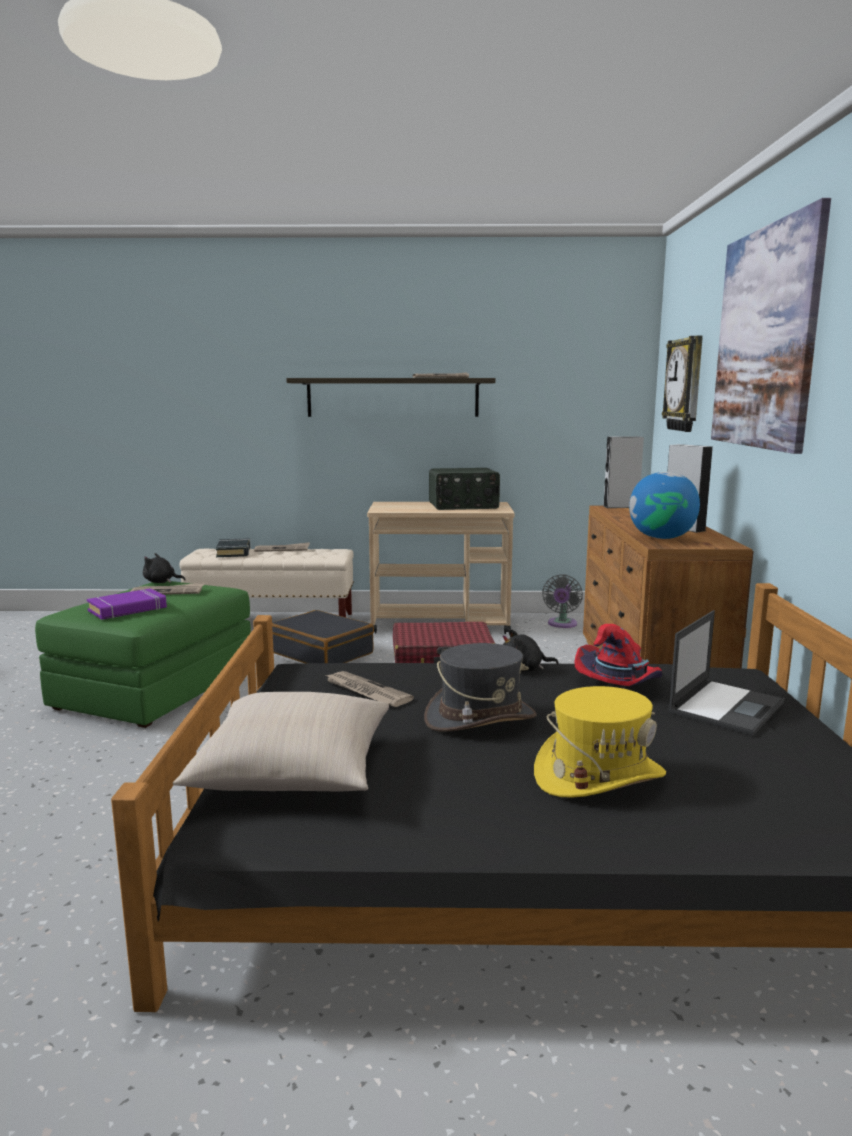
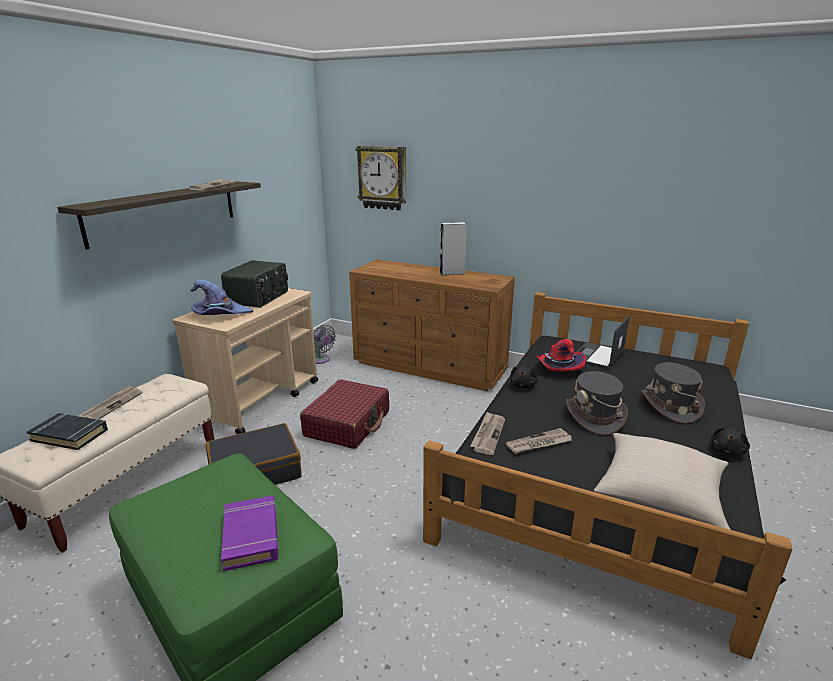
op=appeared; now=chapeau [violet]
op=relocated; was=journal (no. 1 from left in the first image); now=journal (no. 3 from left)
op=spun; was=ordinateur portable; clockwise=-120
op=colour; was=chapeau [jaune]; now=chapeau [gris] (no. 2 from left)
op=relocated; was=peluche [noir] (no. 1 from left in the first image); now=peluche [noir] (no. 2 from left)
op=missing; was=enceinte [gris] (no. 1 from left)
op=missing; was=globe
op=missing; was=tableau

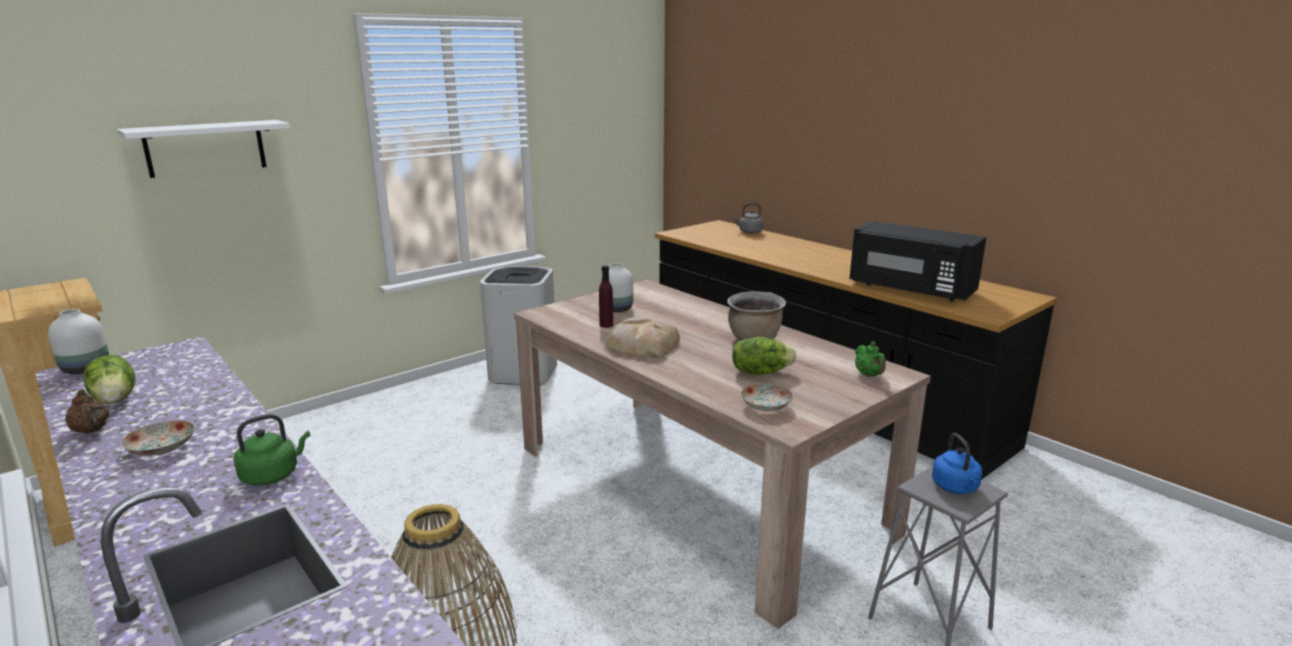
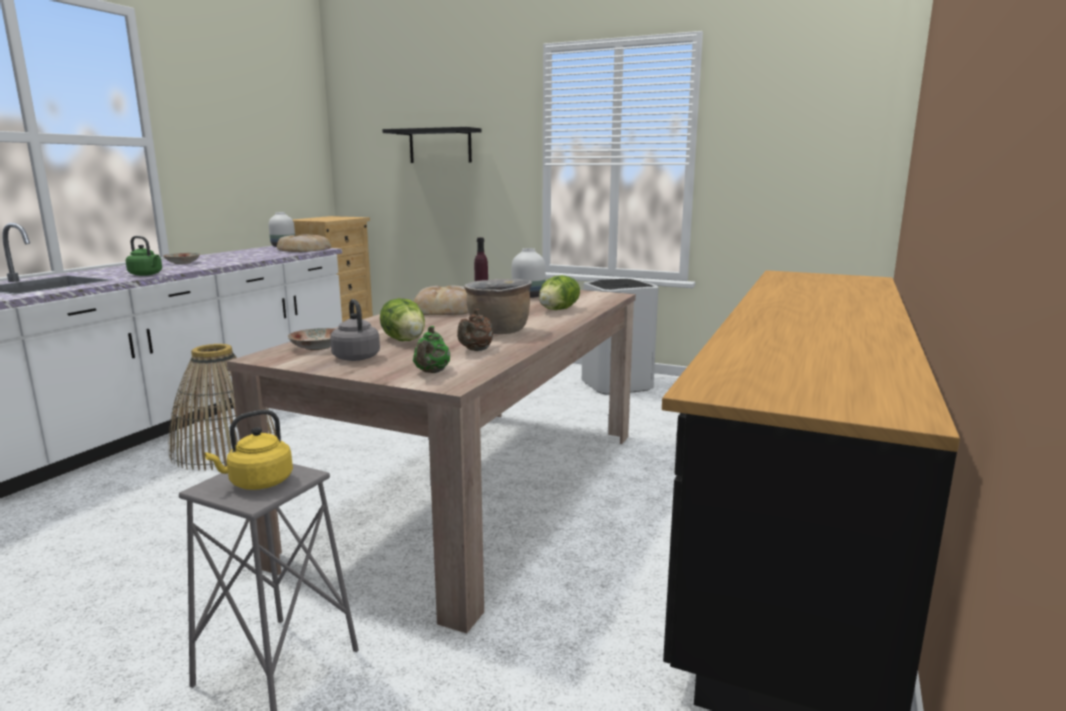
op=colour; was=bouilloire [bleu]; now=bouilloire [jaune]
op=appeared; now=pain (no. 1 from left)
op=relocated; was=bouilloire [gris]
op=colour; was=étagère [blanc]; now=étagère [noir]
op=spun; was=théière [vert]; clockwise=-45
op=relocated; was=théière [marron]
op=relocated; was=laitue (no. 1 from left in the first image); now=laitue (no. 2 from left)
op=missing; was=micro-ondes [noir]

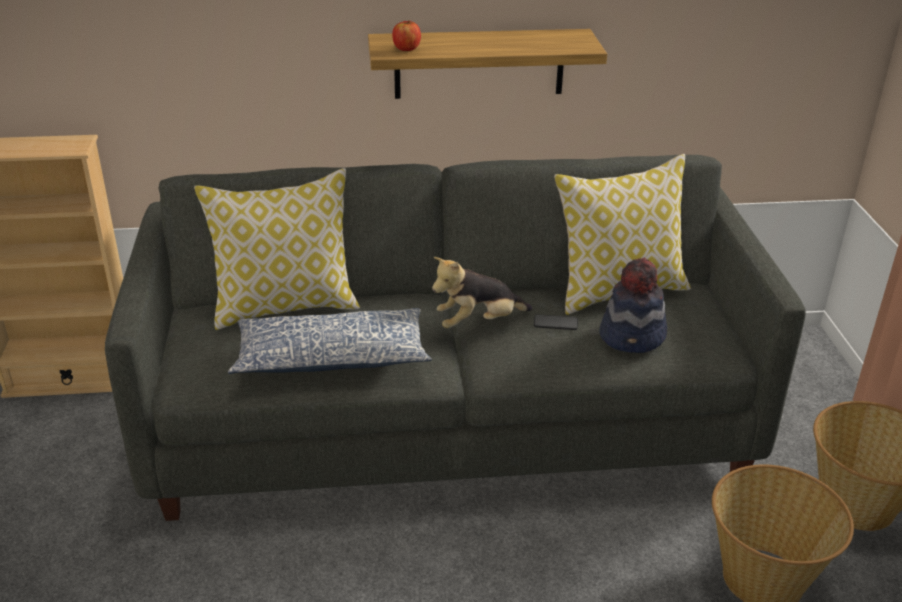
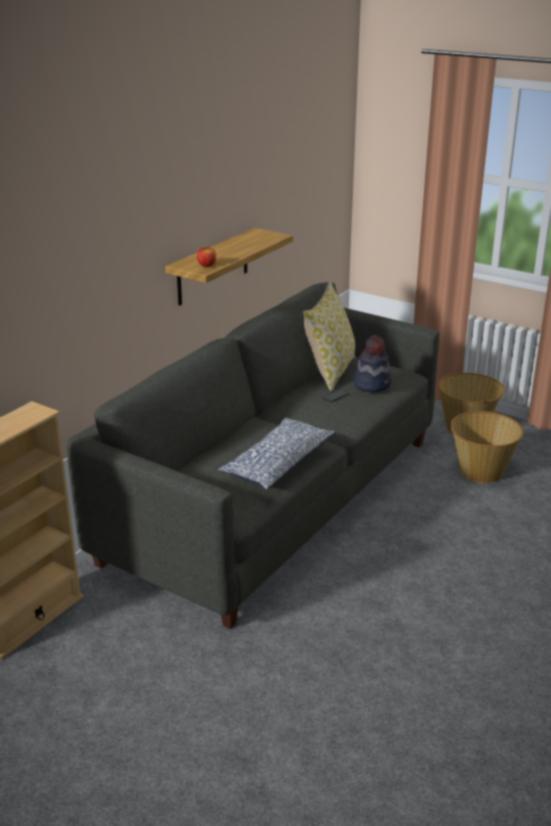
op=missing; was=coussin (no. 1 from left)
op=missing; was=peluche

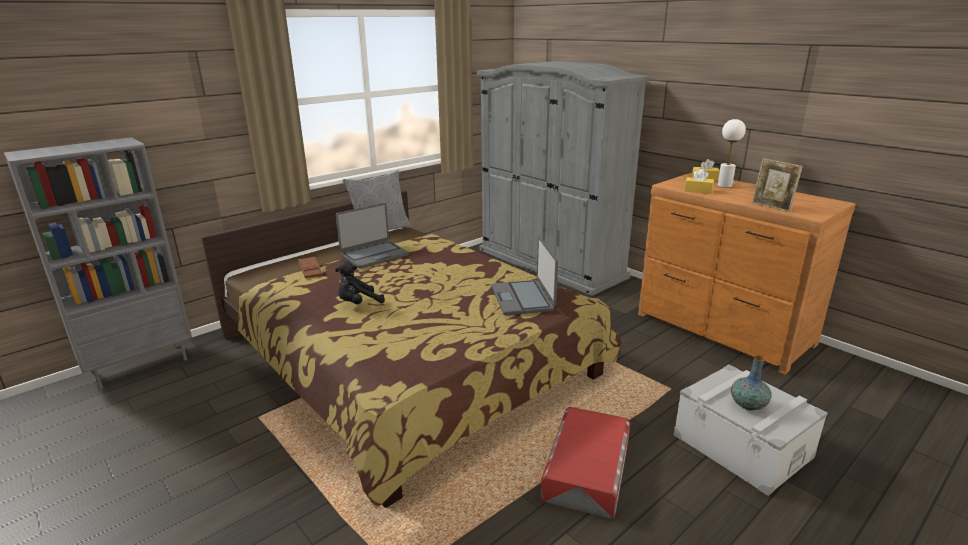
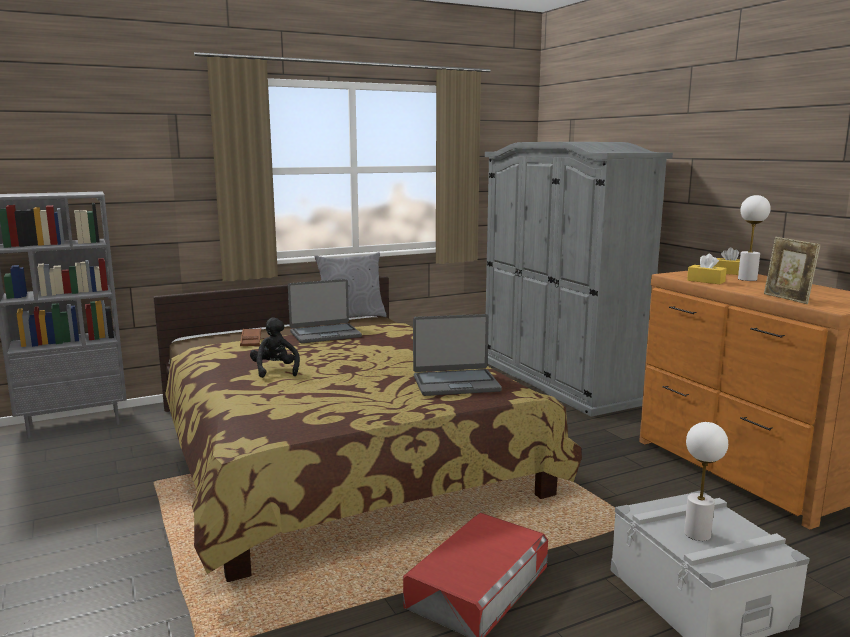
op=spun; was=peluche [noir]; clockwise=90
op=spun; was=ordinateur portable (no. 2 from left); clockwise=-105
op=exchanged; was=vase; now=lampe de table [blanc] (no. 1 from left)

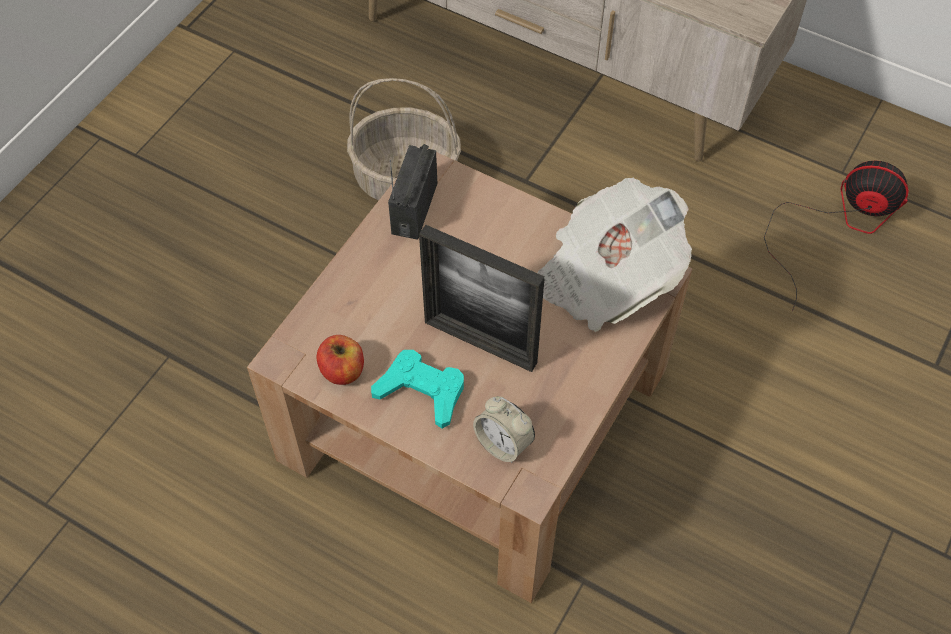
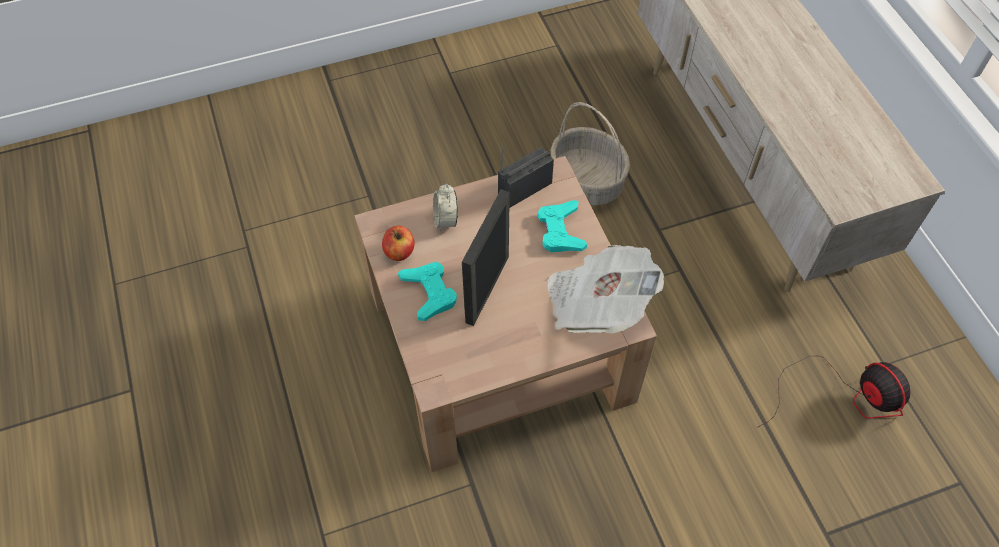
op=relocated; was=réveil
op=spun; was=cadre photo; clockwise=45
op=appeared; now=manette [turquoise] (no. 2 from left)

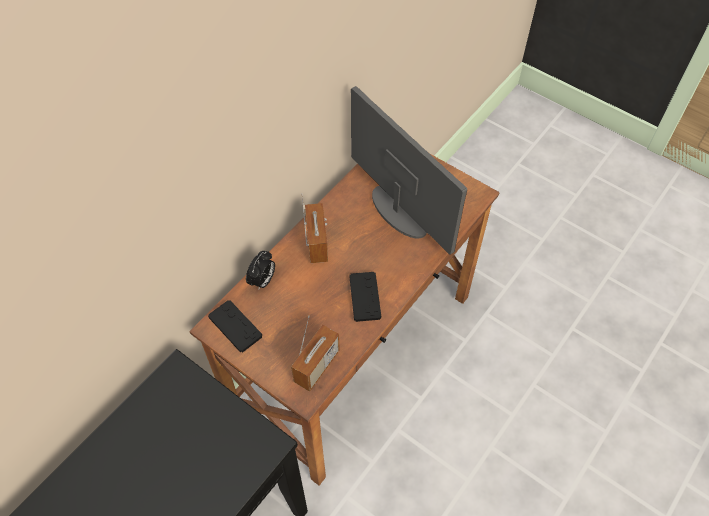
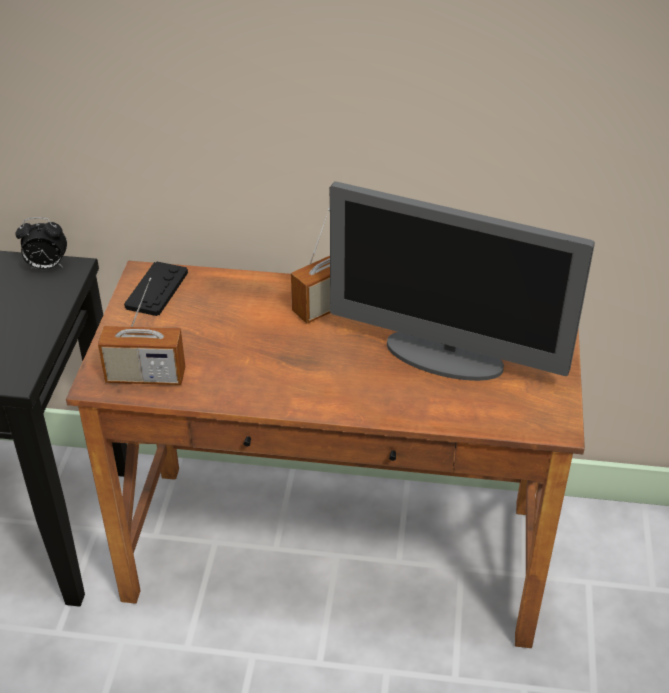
op=relocated; was=réveil
op=spun; was=écran d'ordinateur; clockwise=90
op=missing; was=manette [noir] (no. 2 from left)

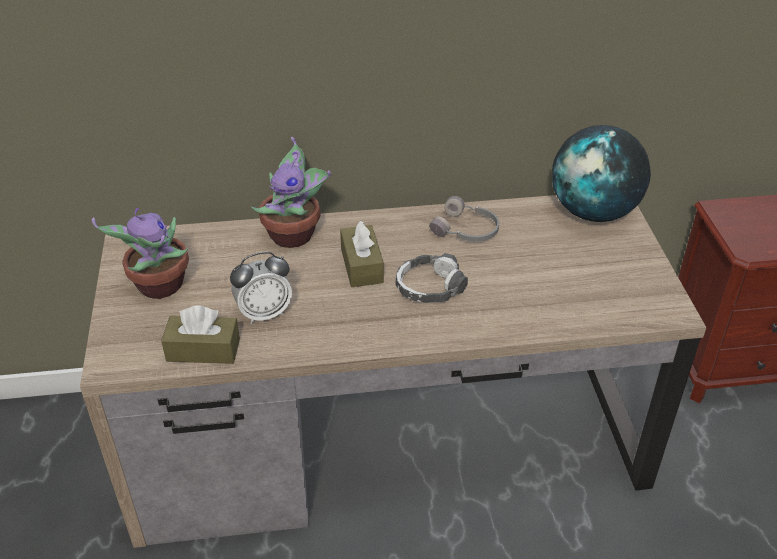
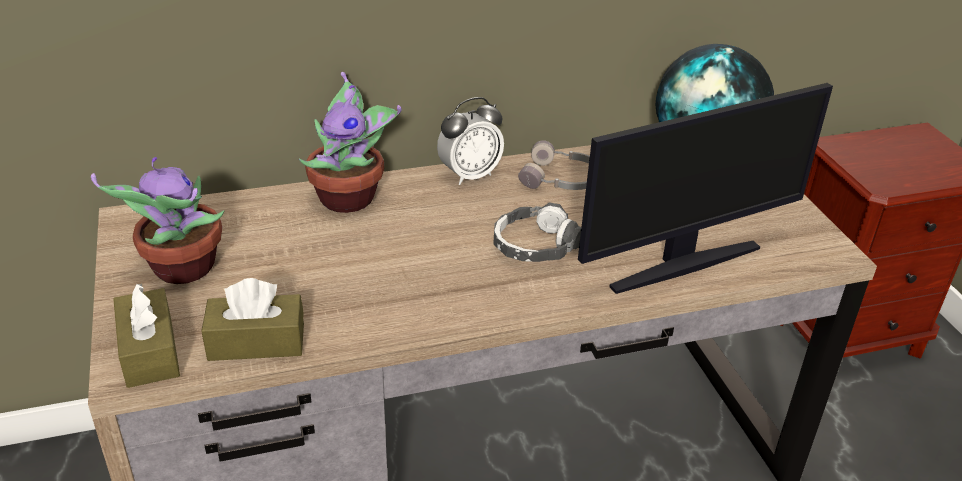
op=relocated; was=boîte à mouchoirs [marron] (no. 2 from left in the first image); now=boîte à mouchoirs [marron] (no. 1 from left)
op=relocated; was=réveil
op=appeared; now=écran d'ordinateur

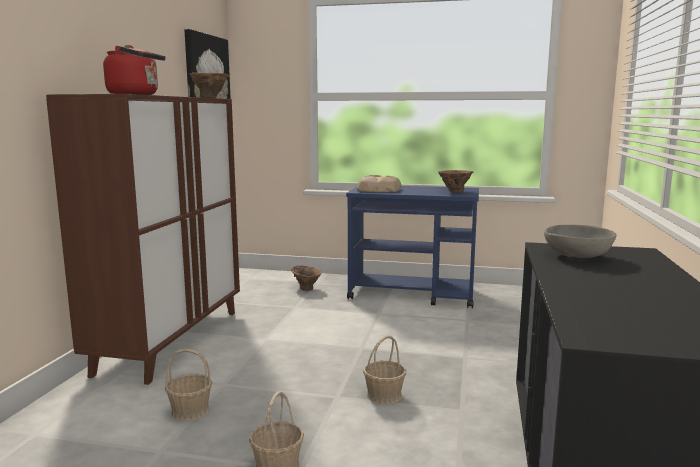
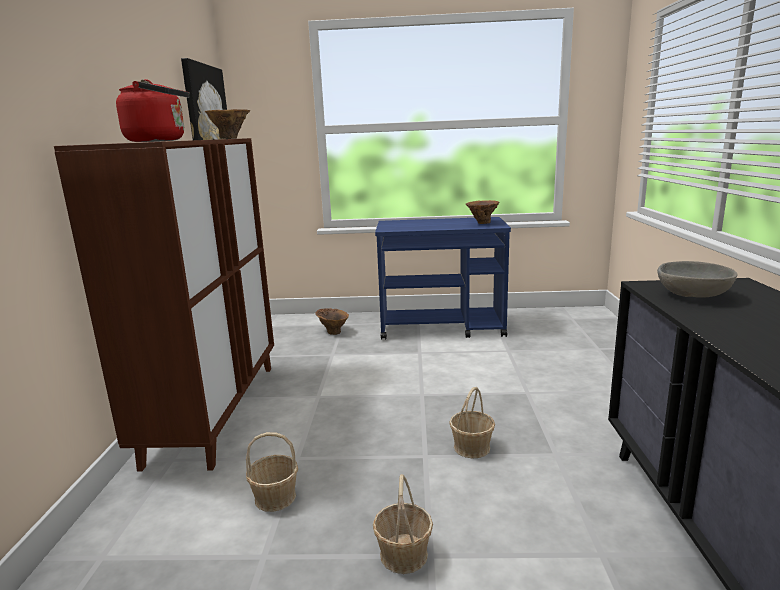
op=missing; was=pain

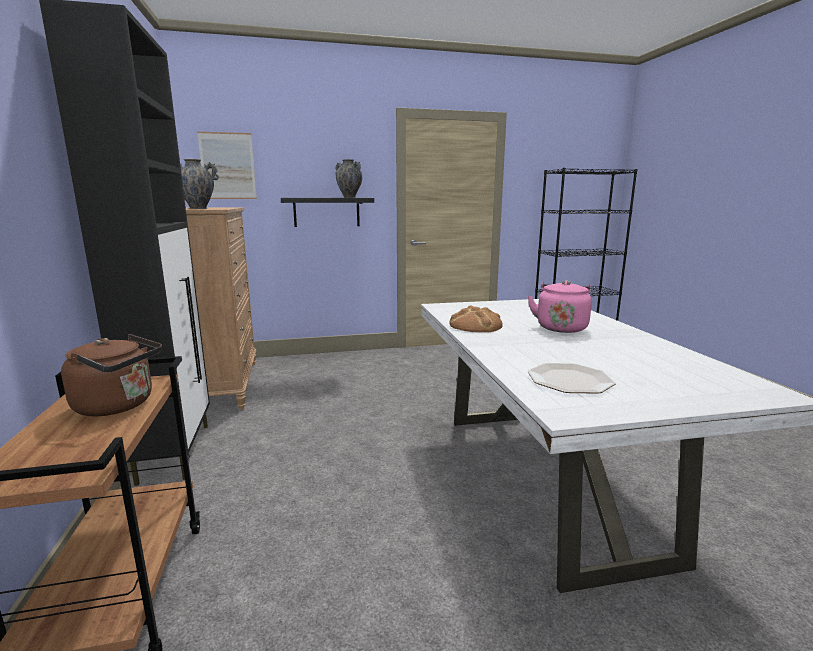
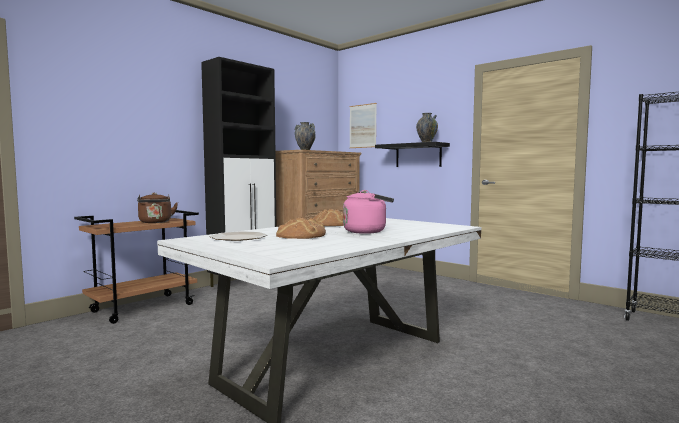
op=appeared; now=pain (no. 1 from left)

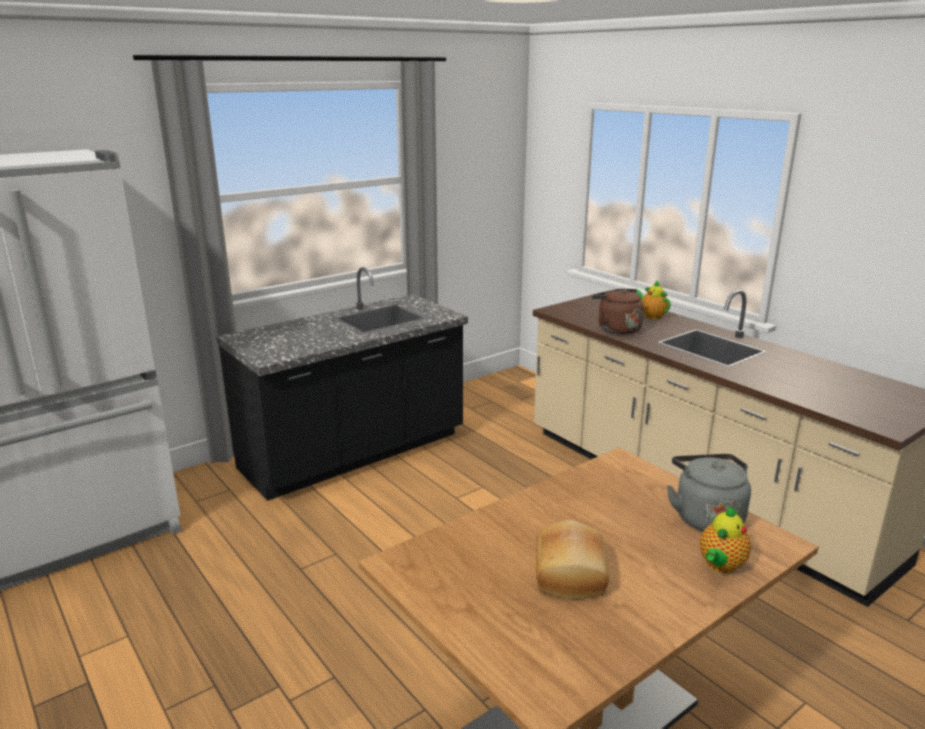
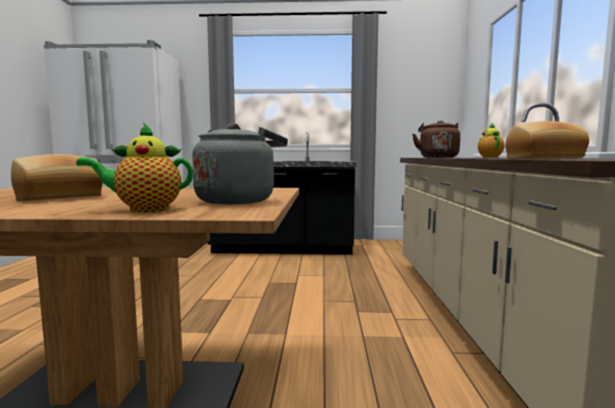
op=appeared; now=pain (no. 2 from left)

